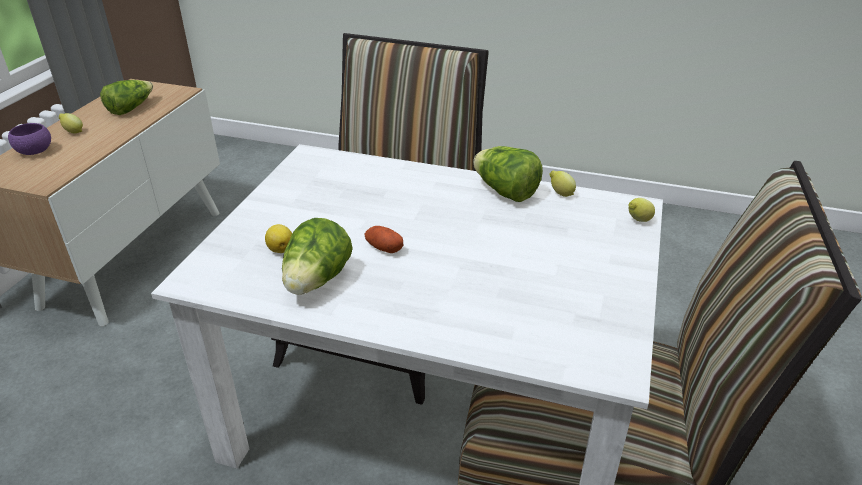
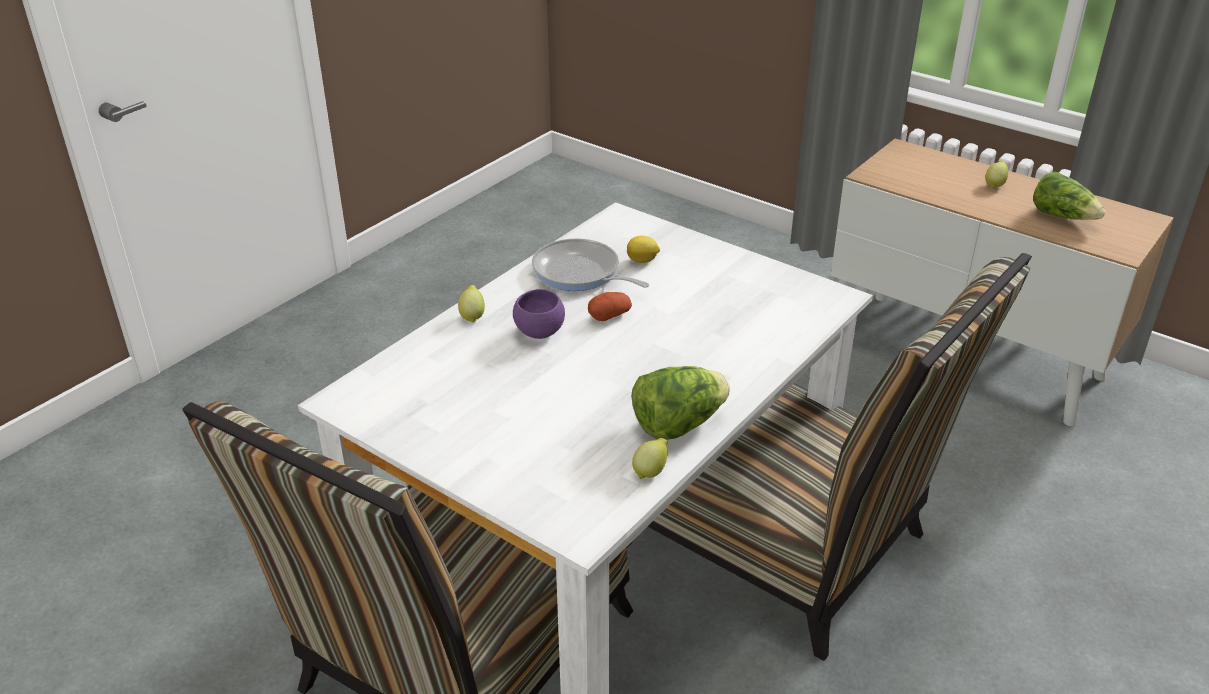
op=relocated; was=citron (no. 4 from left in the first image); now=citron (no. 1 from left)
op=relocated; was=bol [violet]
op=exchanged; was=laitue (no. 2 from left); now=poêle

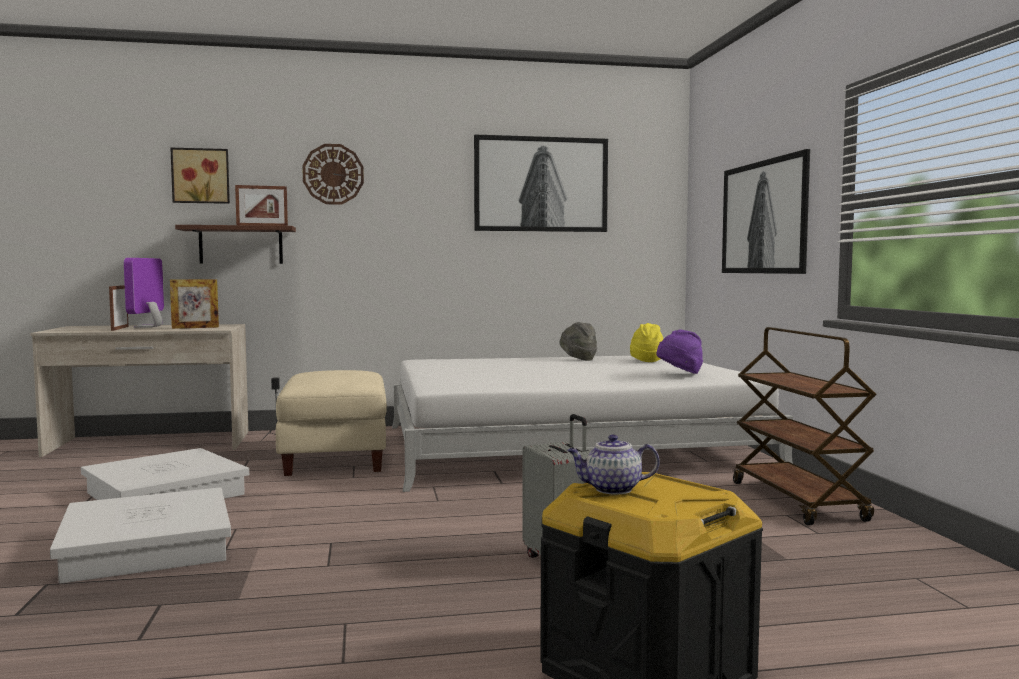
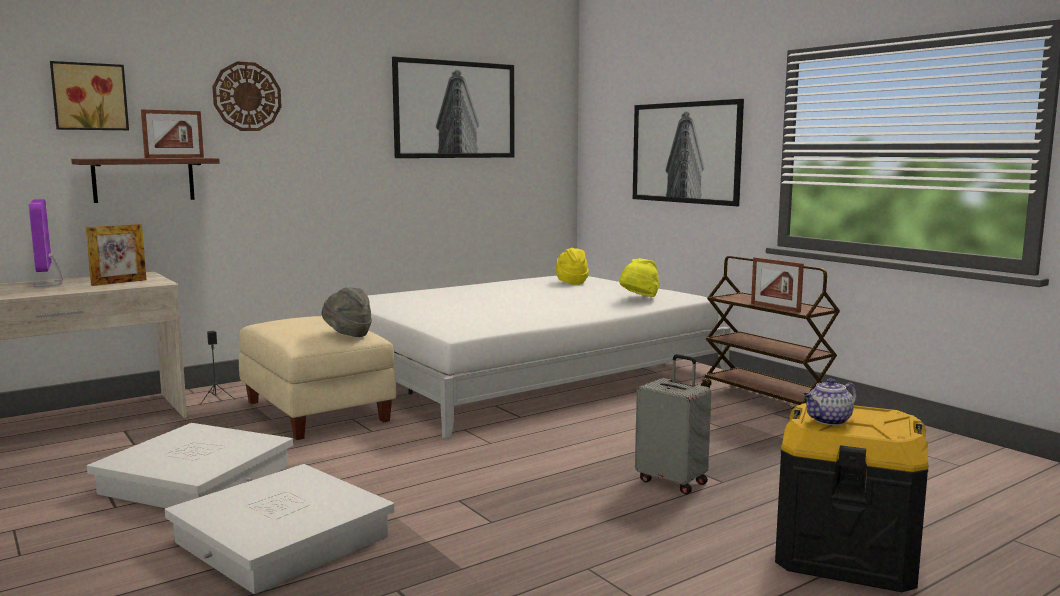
op=relocated; was=chapeau [gris]
op=colour; was=chapeau [violet]; now=chapeau [jaune] (no. 2 from left)
op=relocated; was=cadre photo (no. 1 from left in the first image); now=cadre photo (no. 3 from left)

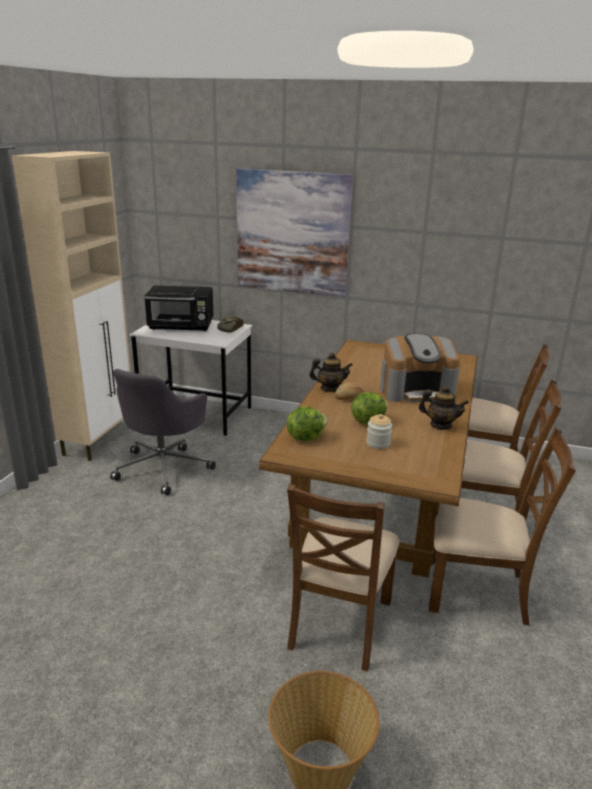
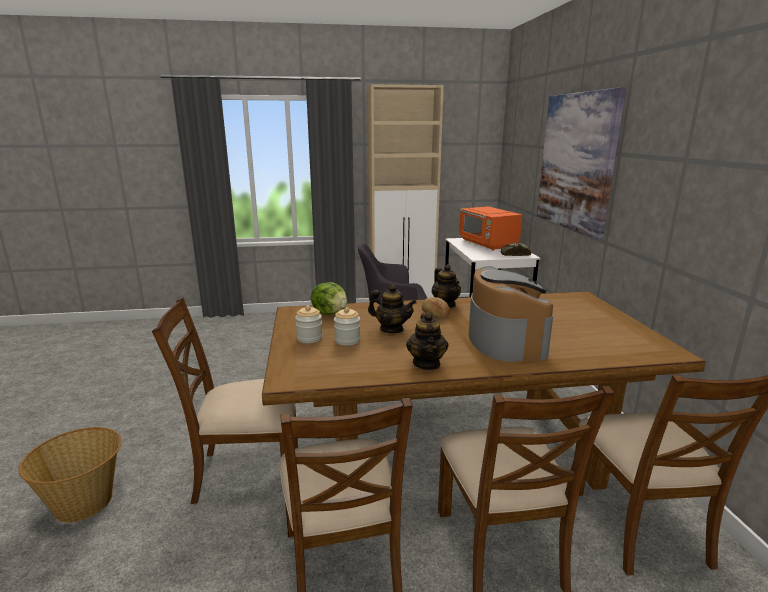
op=appeared; now=bocal (no. 1 from left)
op=exchanged; was=laitue (no. 2 from left); now=théière (no. 1 from left)
op=colour; was=micro-ondes [noir]; now=micro-ondes [orange]
op=spun; was=machine à café; clockwise=-150

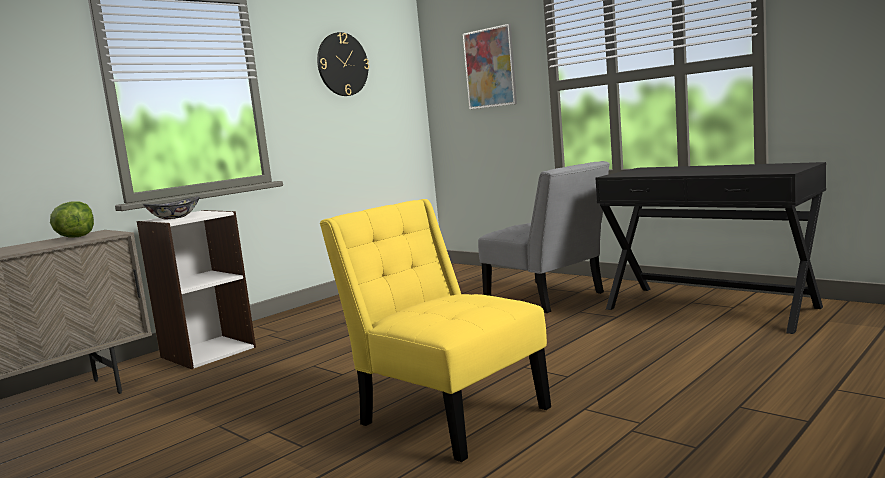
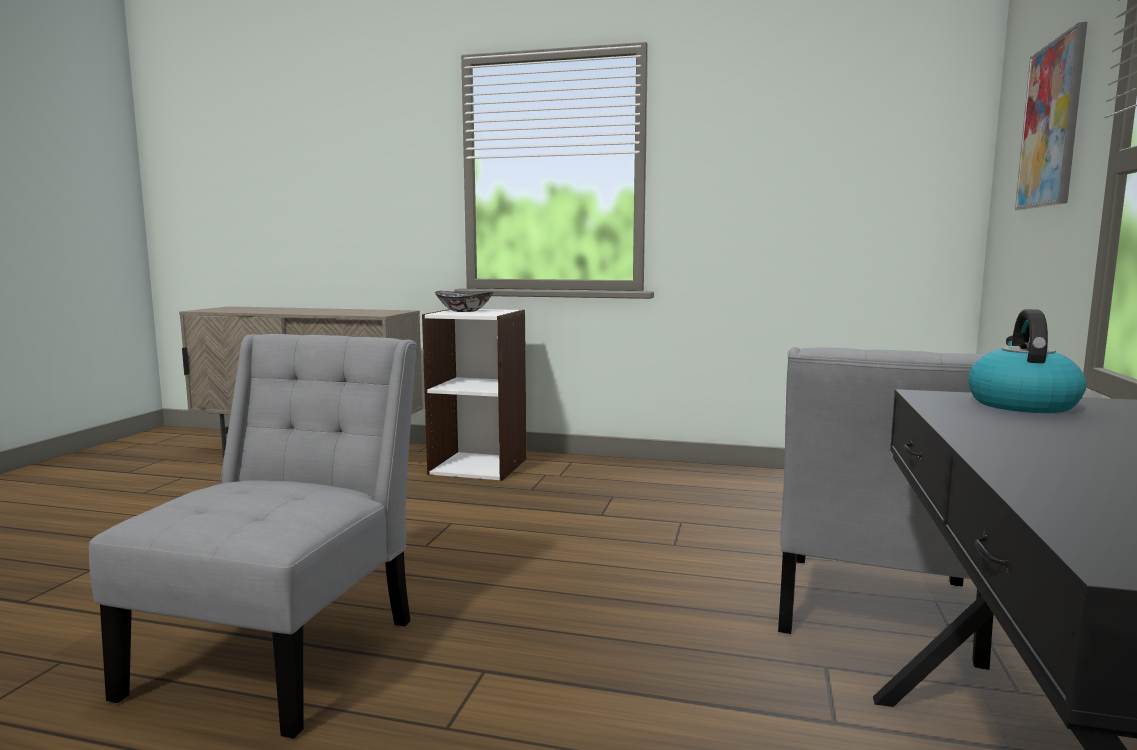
op=colour; was=chaise [jaune]; now=chaise [gris] (no. 1 from left)
op=appeared; now=bouilloire
op=missing; was=laitue
op=missing; was=horloge murale

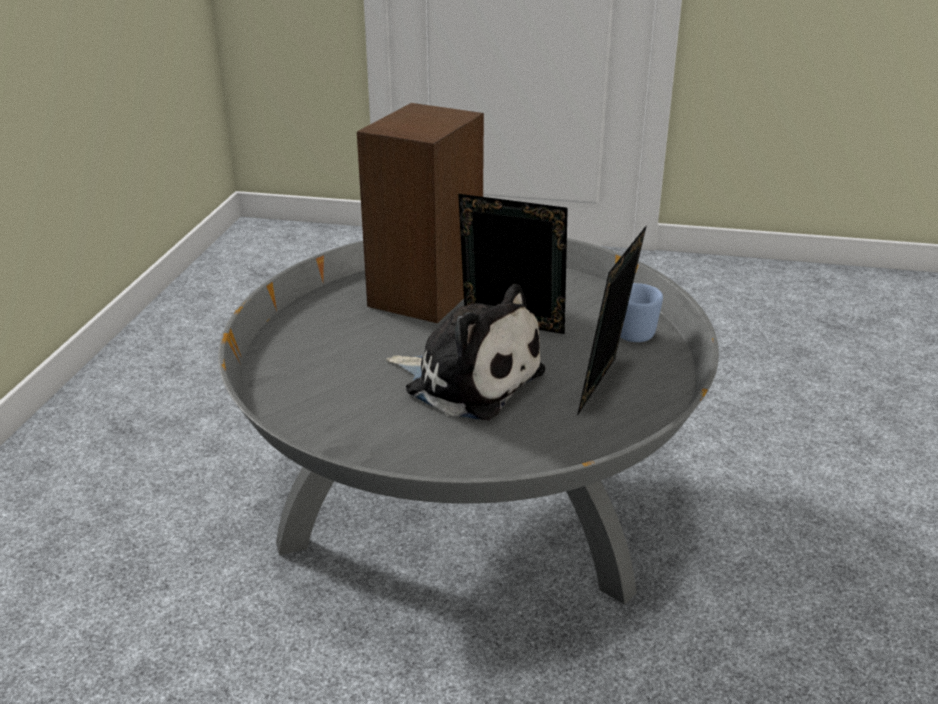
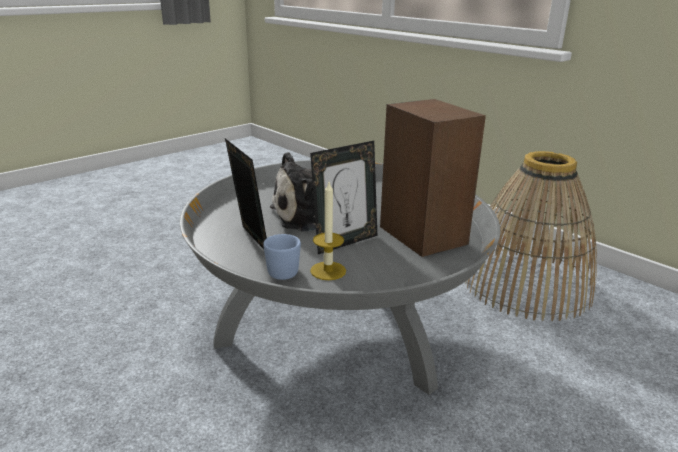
op=appeared; now=bougie
op=appeared; now=panier

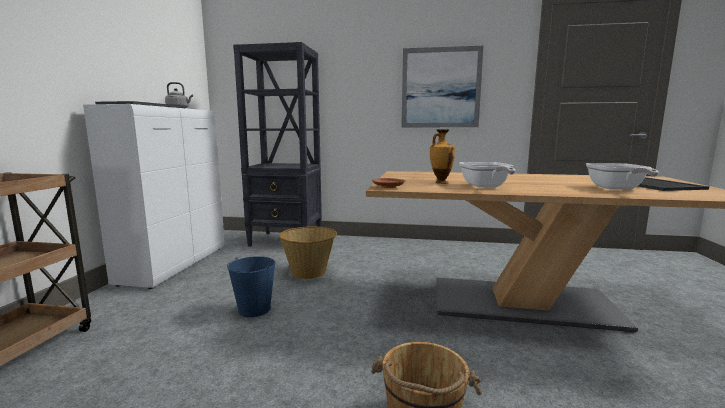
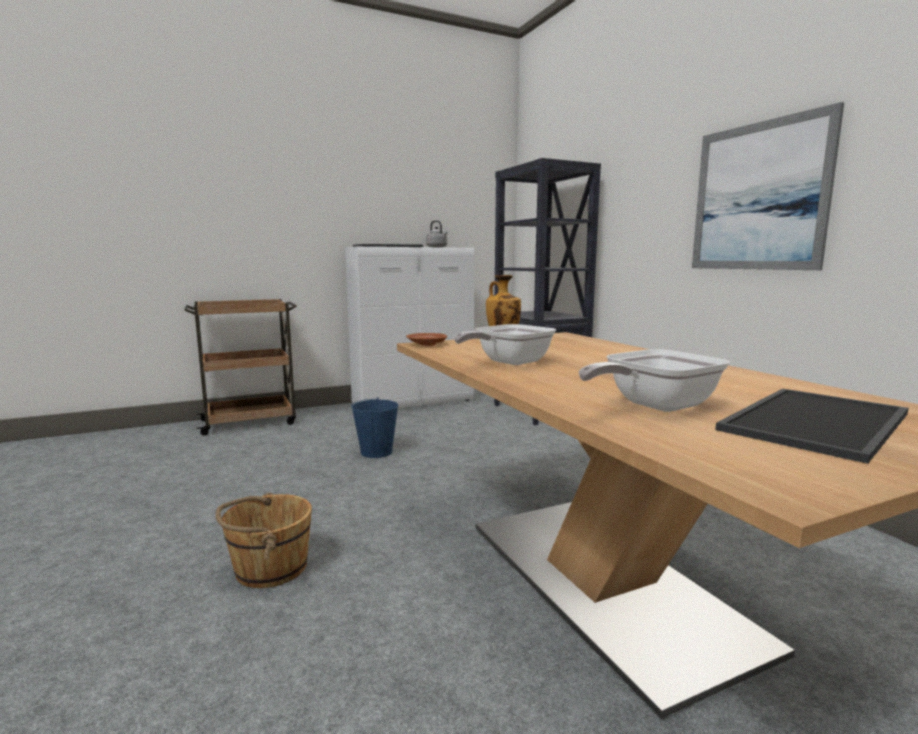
op=missing; was=panier

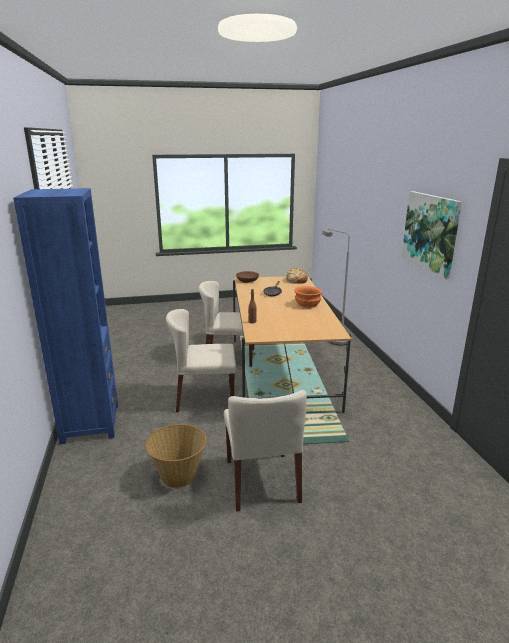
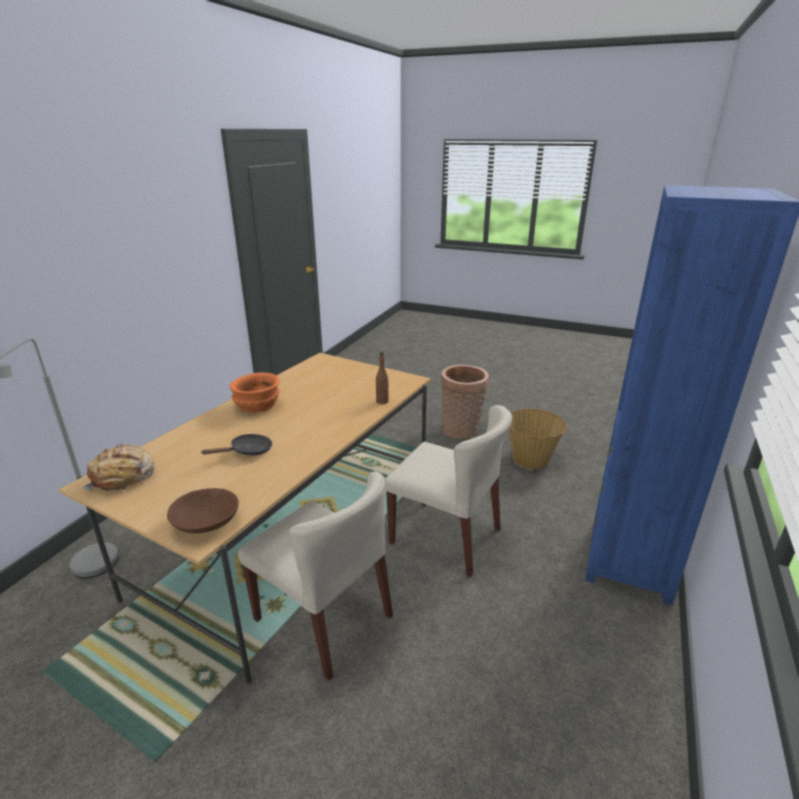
op=exchanged; was=chaise [beige] (no. 3 from left); now=panier (no. 1 from left)
op=missing; was=tableau

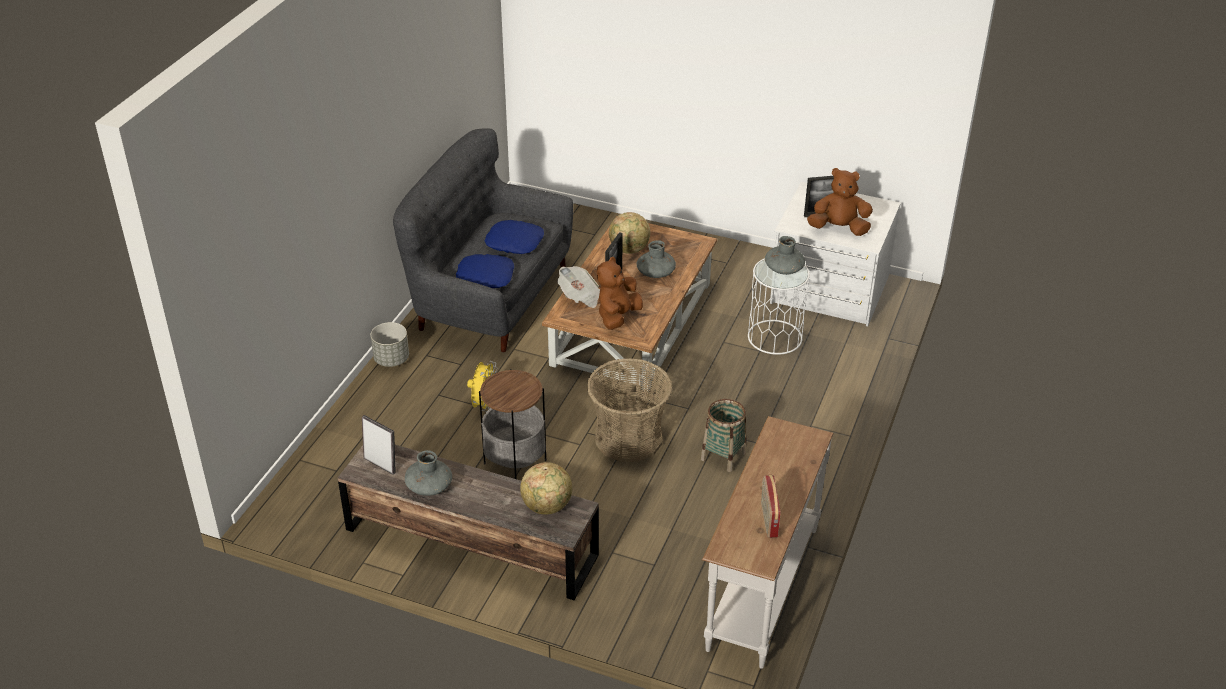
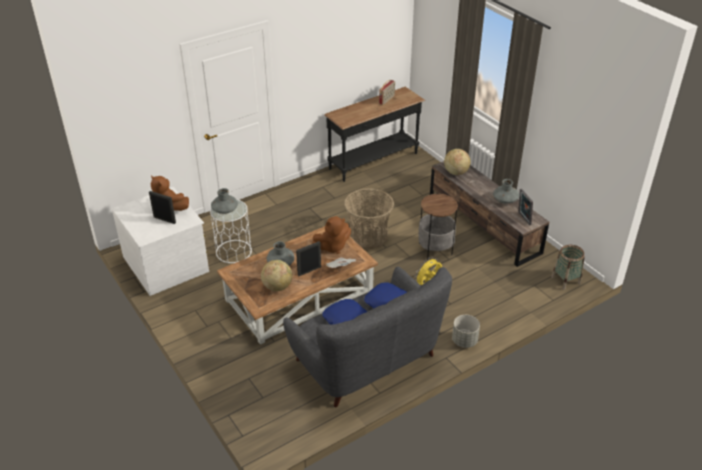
op=colour; was=table console [blanc]; now=table console [noir]
op=relocated; was=panier (no. 2 from left)

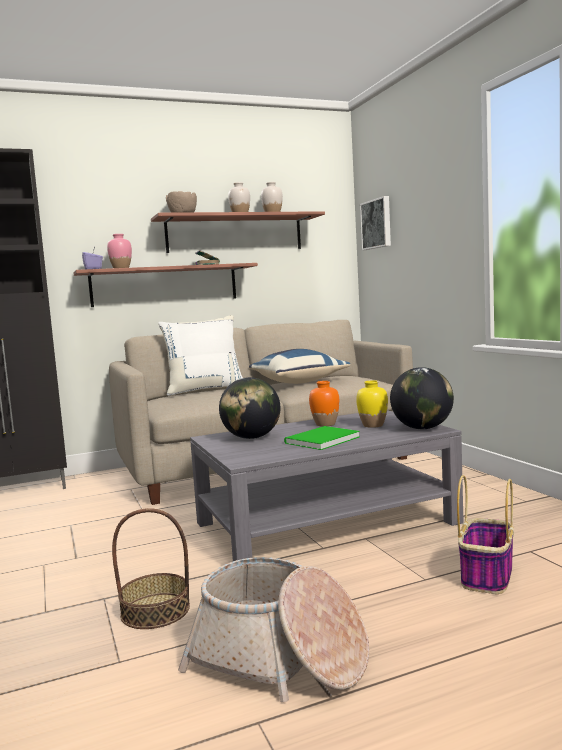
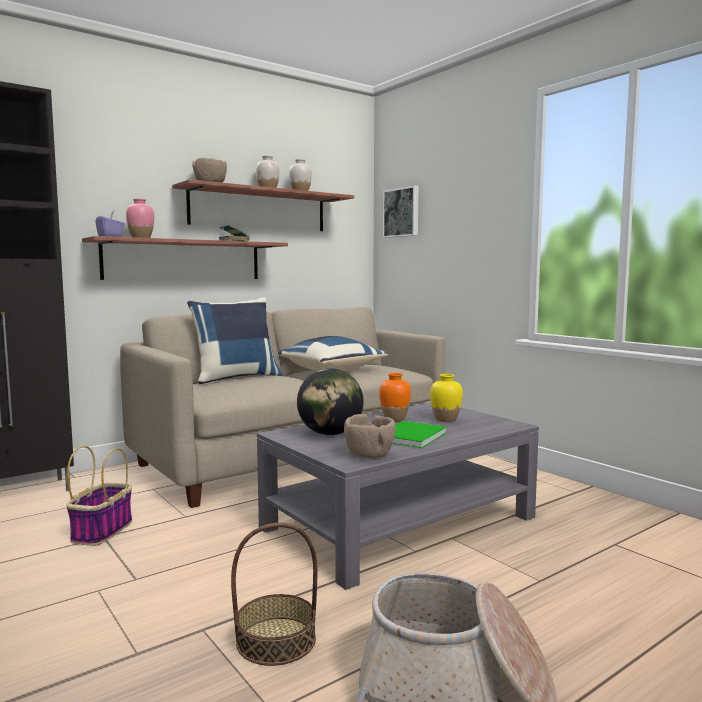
op=relocated; was=panier (no. 3 from left in the first image); now=panier (no. 1 from left)
op=colour; was=coussin [blanc]; now=coussin [bleu] (no. 1 from left)
op=appeared; now=bol [marron] (no. 2 from left)
op=missing; was=globe (no. 2 from left)

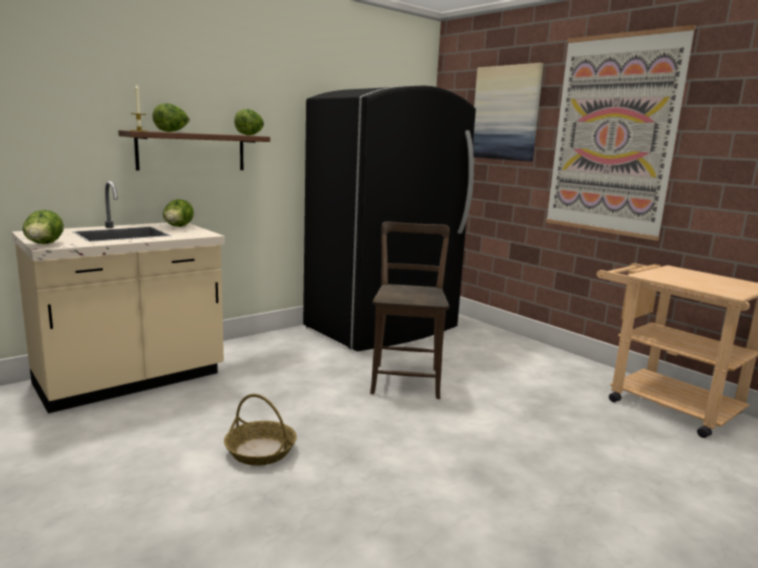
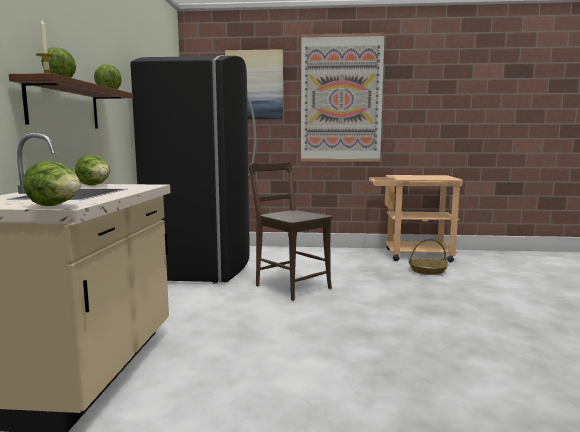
op=relocated; was=panier

